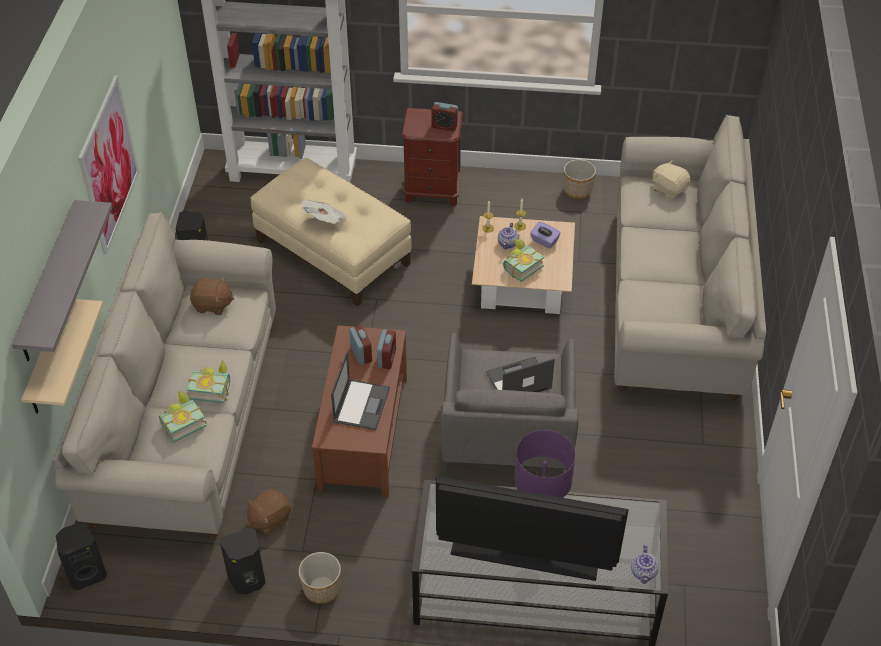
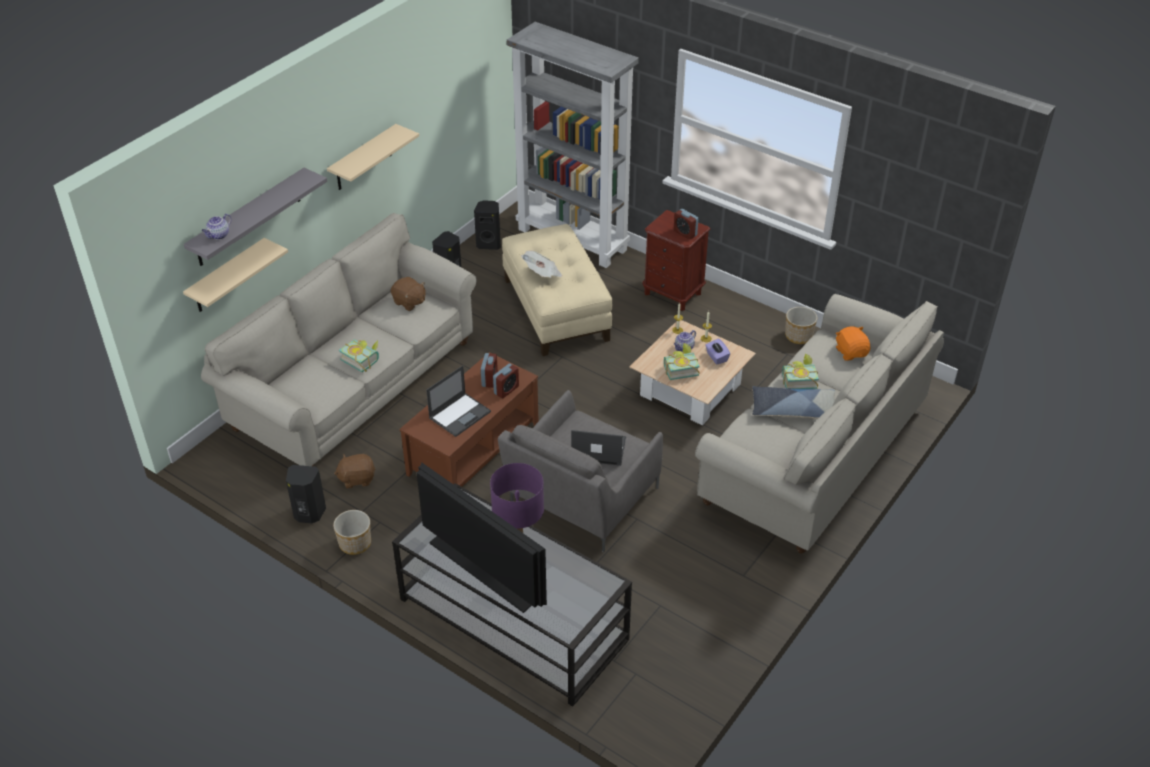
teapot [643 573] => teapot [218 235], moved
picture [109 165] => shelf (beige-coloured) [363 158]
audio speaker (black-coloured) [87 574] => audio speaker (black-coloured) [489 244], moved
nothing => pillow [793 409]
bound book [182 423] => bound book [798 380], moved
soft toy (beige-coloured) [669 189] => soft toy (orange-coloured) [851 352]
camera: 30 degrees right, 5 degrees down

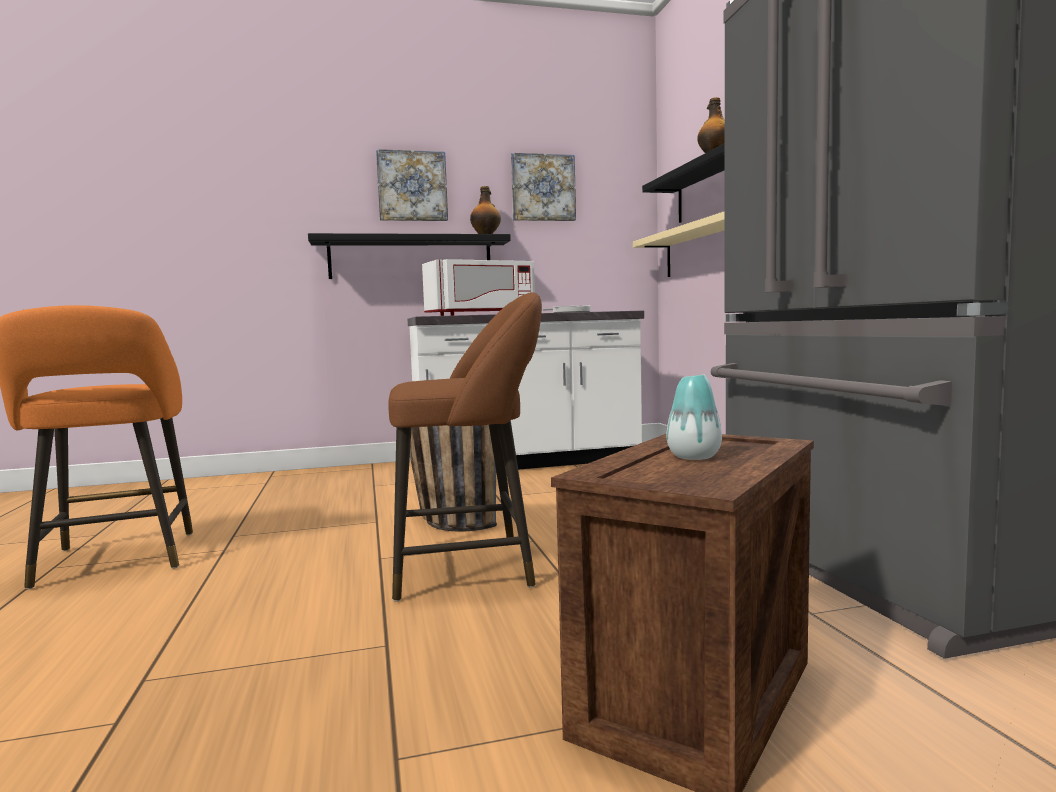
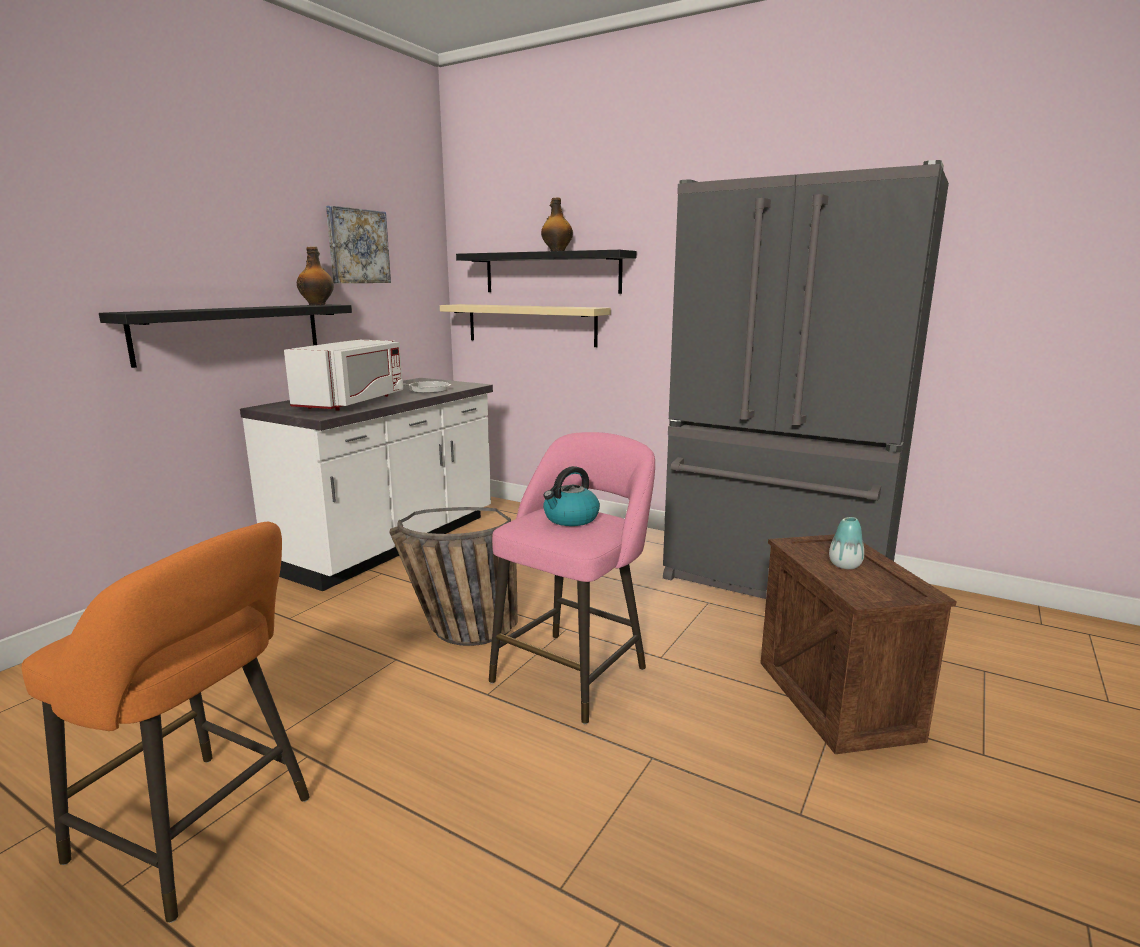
sitting stool (brown-coloured) [471 568] => sitting stool (pink) [574 671]
nothing => kettle [570 519]
picture [412 186] => nothing
camera: 45 degrees left, 10 degrees up

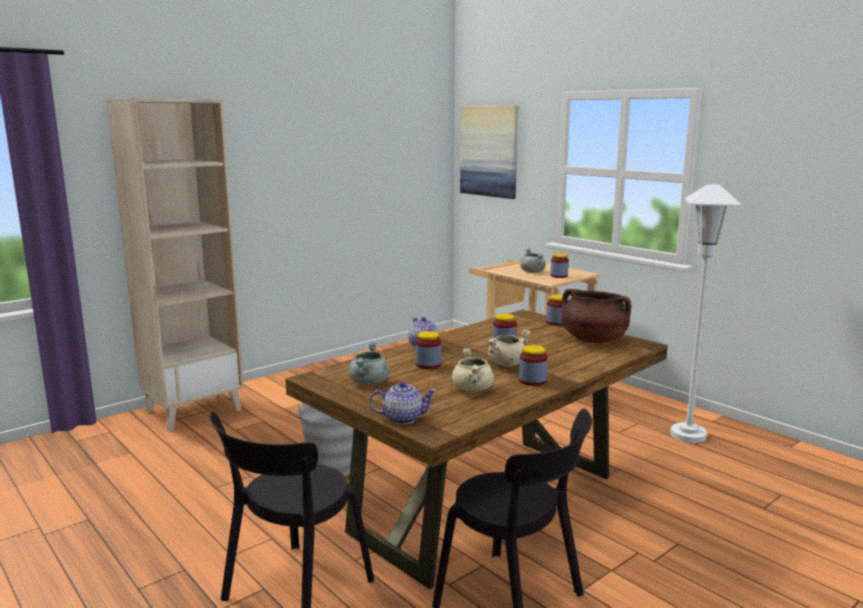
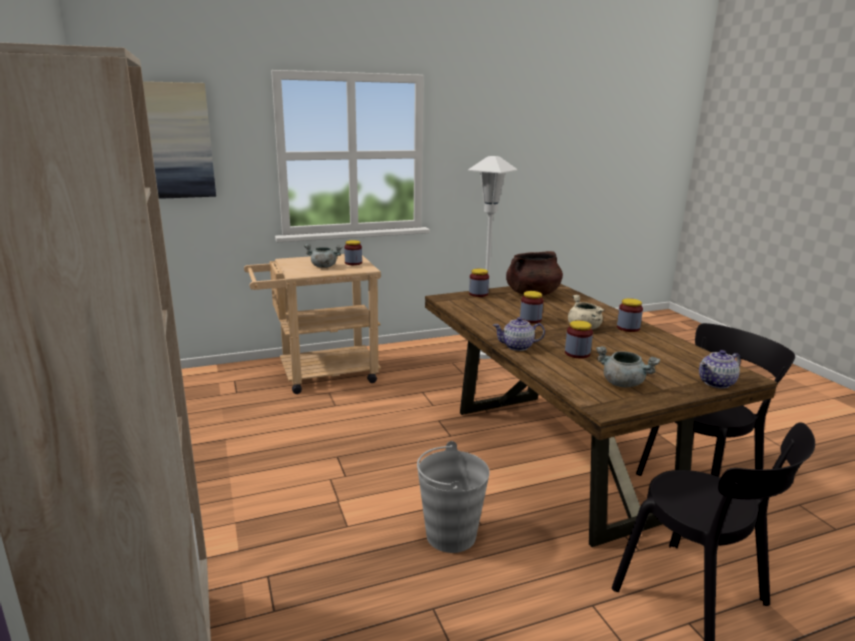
teapot [402 418] => teapot [717 383], 135 degrees counterclockwise
cooking pot (beige-coloured) [473 389] => nothing
camera: 70 degrees left, 5 degrees up

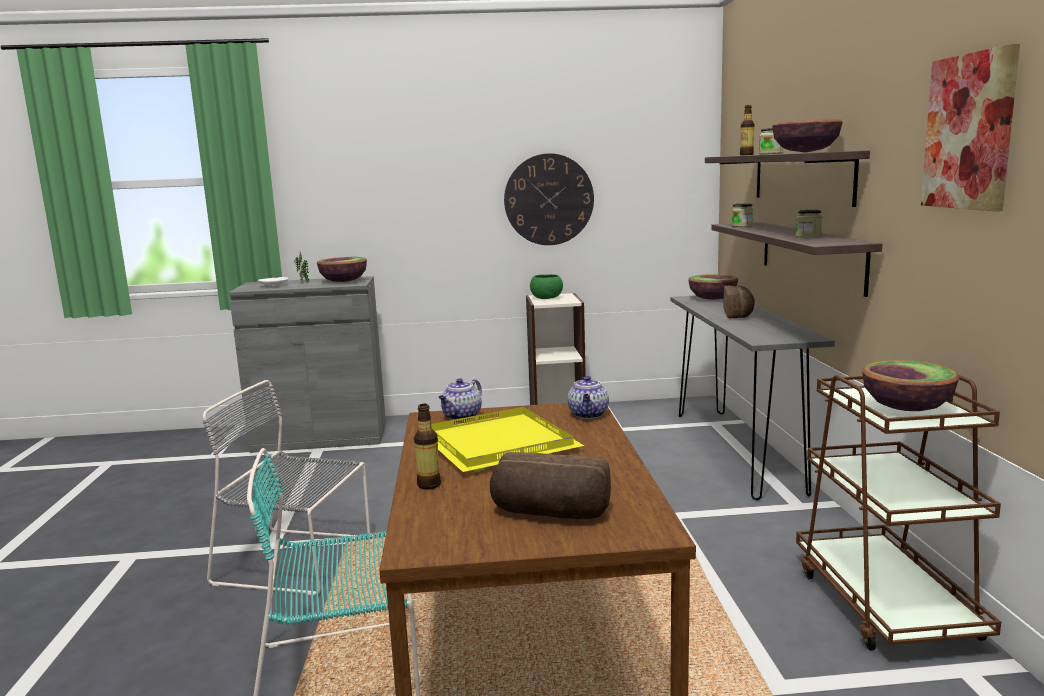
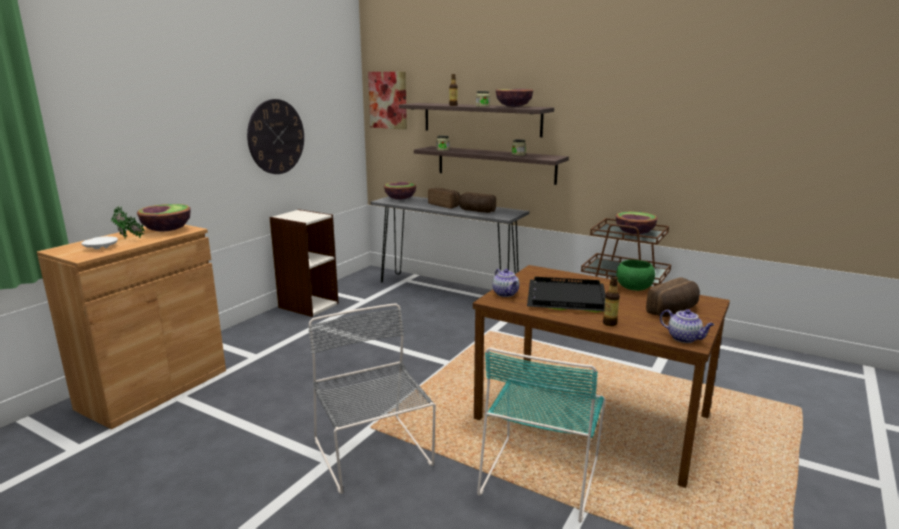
storage cabinet (gray) [320 437] => storage cabinet (brown-coloured) [154 389]
plain chair (gray) [298 560] => plain chair (gray) [373 455], 105 degrees clockwise
picture [969 132] => picture [388 100], moved
nothing => bread [476 211]
carrying tray (yellowish) [499 443] => carrying tray (black-coloured) [565 297]
deep dish (green) [546 298] => deep dish (green) [634 288], moved
teapot [588 415] => teapot [684 338], moved
camera: 55 degrees left, 5 degrees up

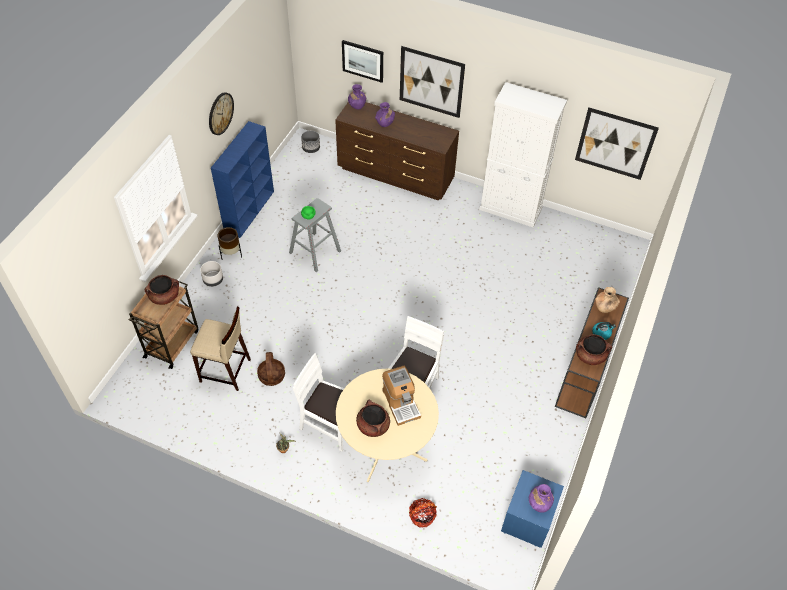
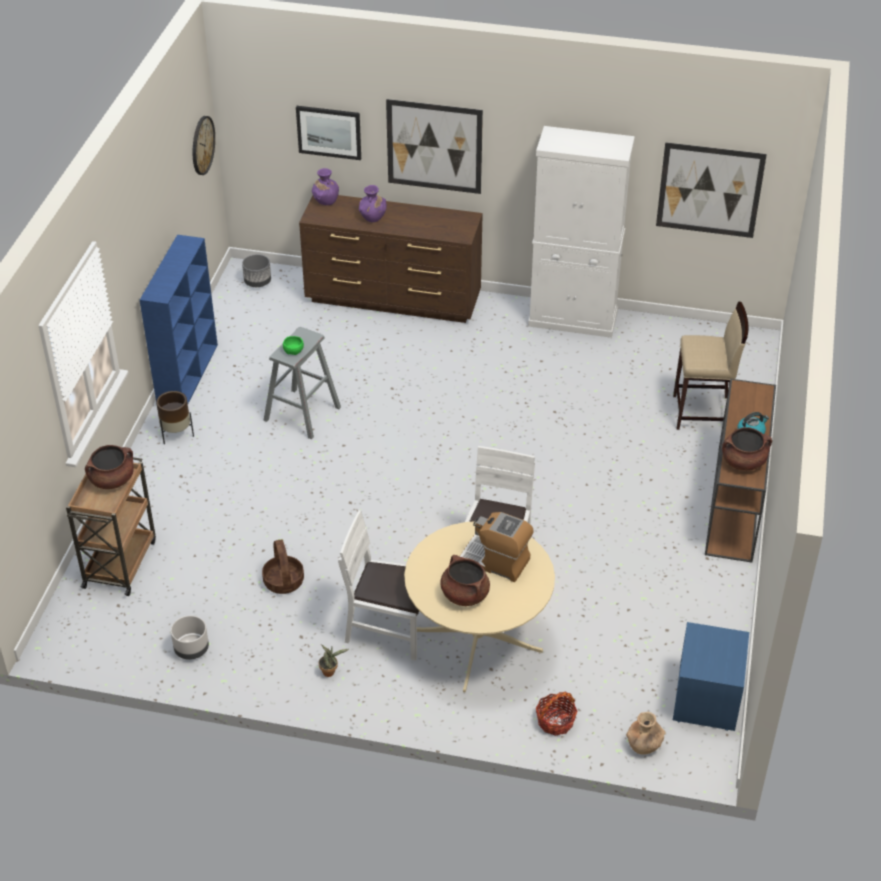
planter (gray) [213 280] => planter (gray) [191 649], moved
wall clock [220 113] => wall clock [202 145], moved
coffee maker [401 403] => coffee maker [496 561], 150 degrees clockwise
vase (brown-coloured) [604 307] => vase (brown-coloured) [643 745], moved
sitting stool (beige-coloured) [225 371] => sitting stool (beige-coloured) [703 413], moved
vase (purplish) [539 503] => nothing
camera: 10 degrees left, 10 degrees down

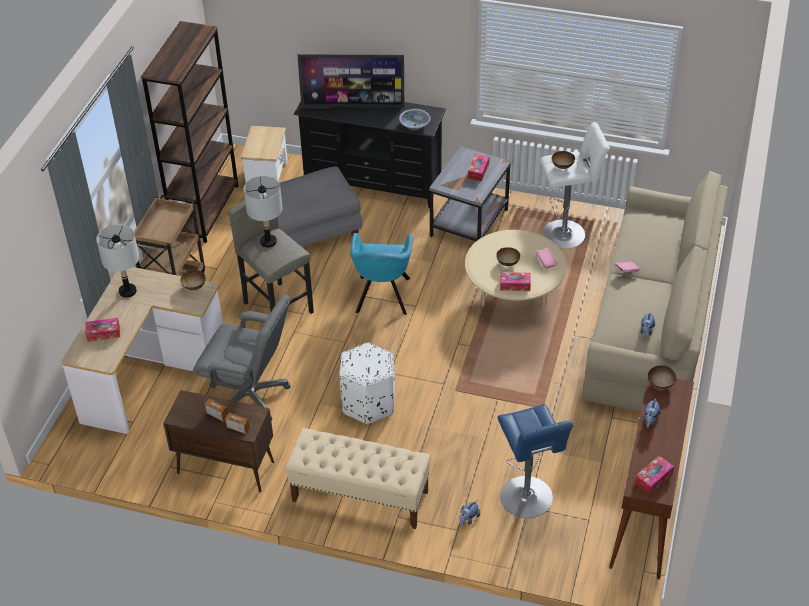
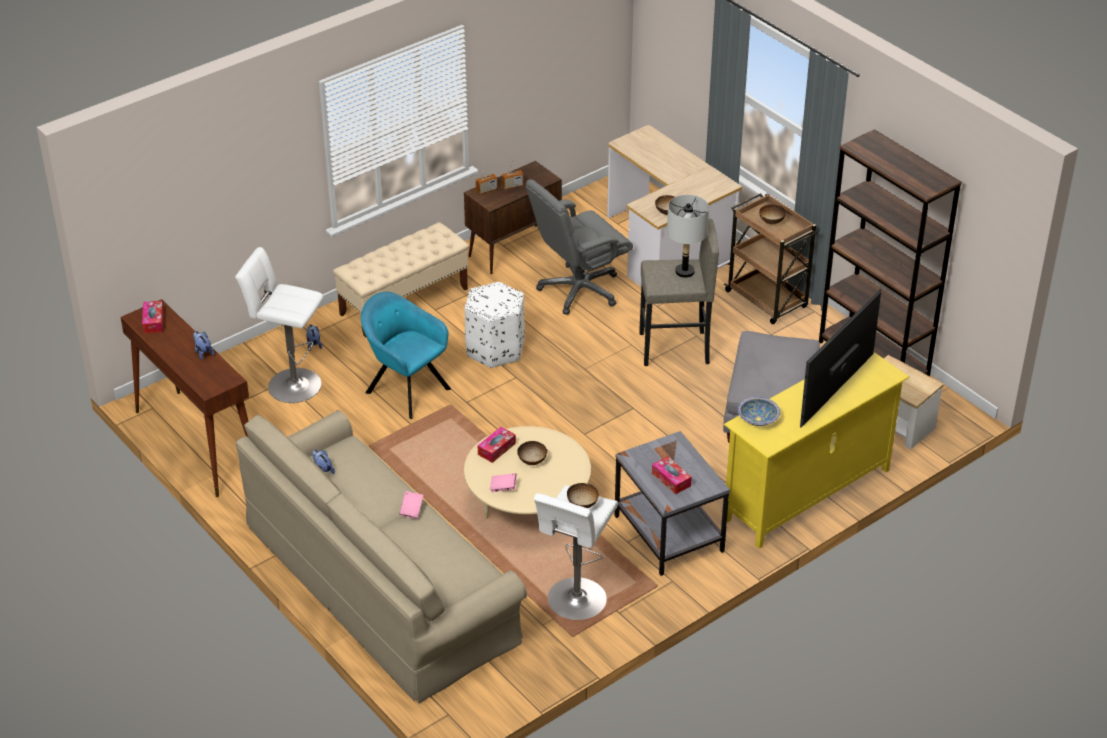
sitting stool (blue-coloured) [528 500] => sitting stool (white) [290 384]
easy chair (turquoise) [382 297] => easy chair (turquoise) [405 389], moved
tv stand (black-coloured) [373 185] => tv stand (yellowish) [807 495]
deep dish [660 384] => deep dish [771 221], moved
tissue holder [103 333] => nothing
table lamp (gray) [127 291] => nothing
camera: 125 degrees right, 5 degrees down

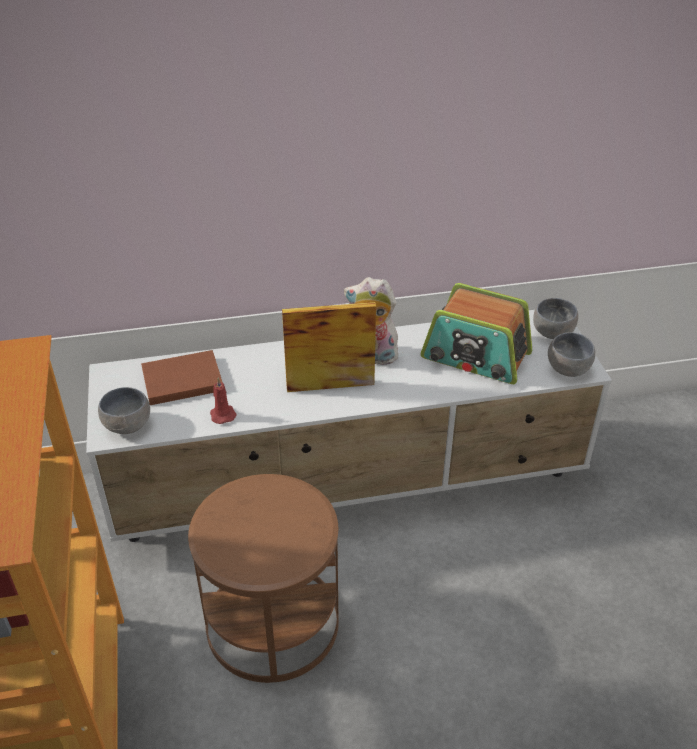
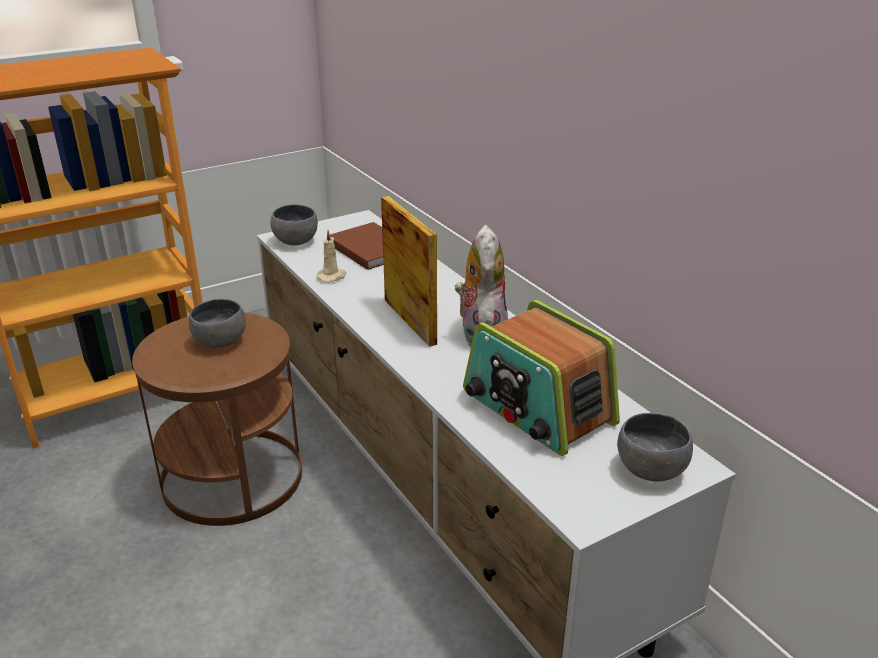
deep dish (gray) [569 370] => deep dish (gray) [218 343], moved
wax light (reddish) [222 414] => wax light (beige-coloured) [332 276]
radio receiver [475 356] => radio receiver [537 408], 45 degrees counterclockwise
camera: 70 degrees right, 10 degrees down

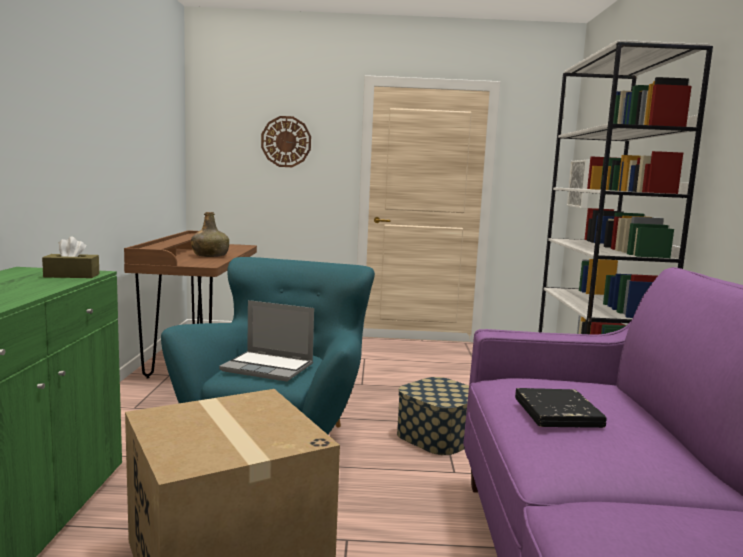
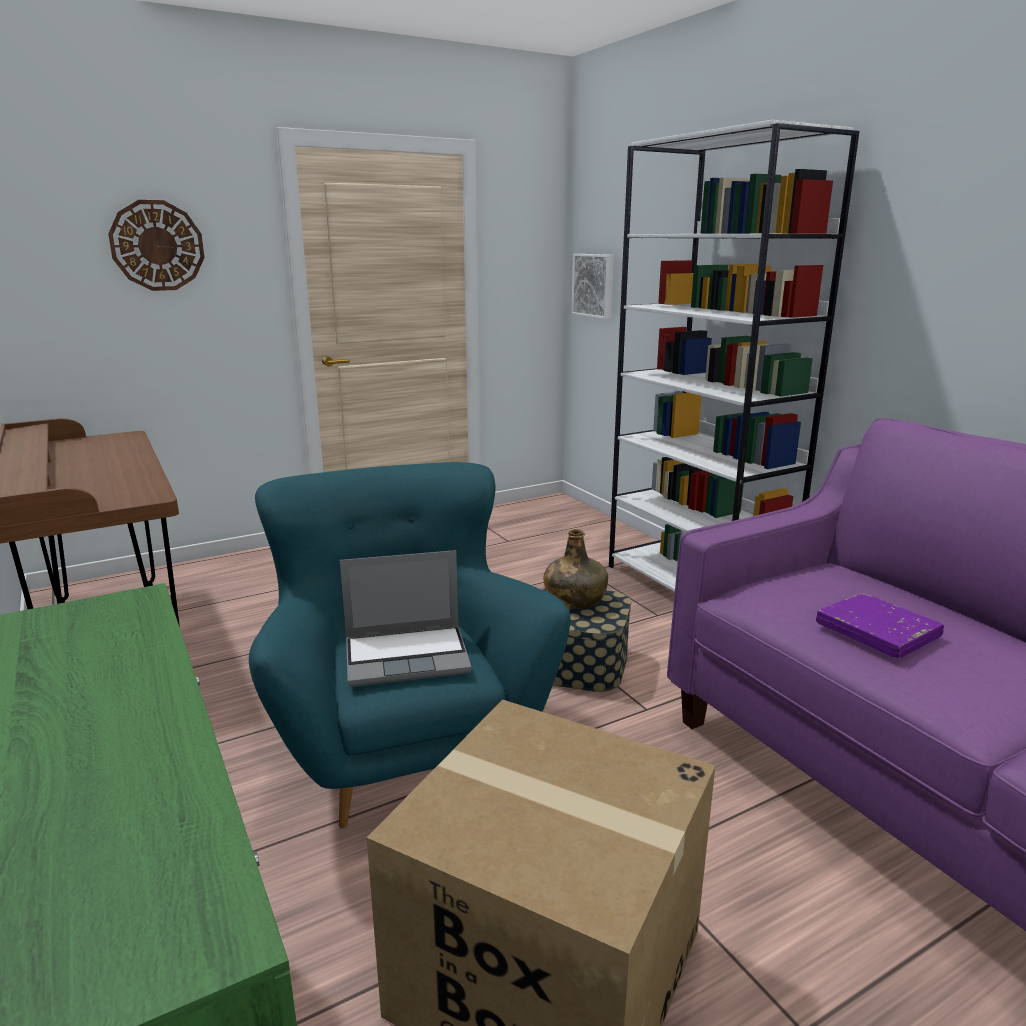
bottle (green) [210 255] => bottle (green) [574 600], moved
bound book (black-coloured) [557 414] => bound book (purplish) [877 631]
tissue holder (brown-coloured) [72 275] => nothing
camera: 30 degrees left, 10 degrees up

